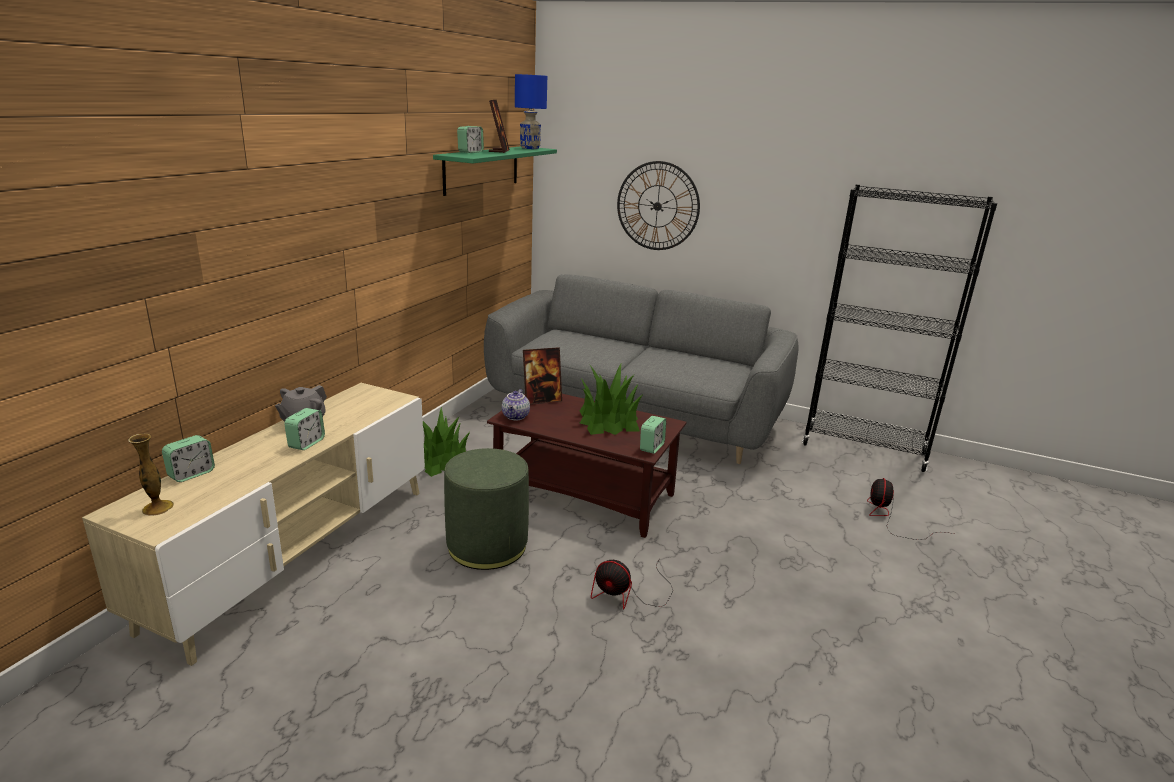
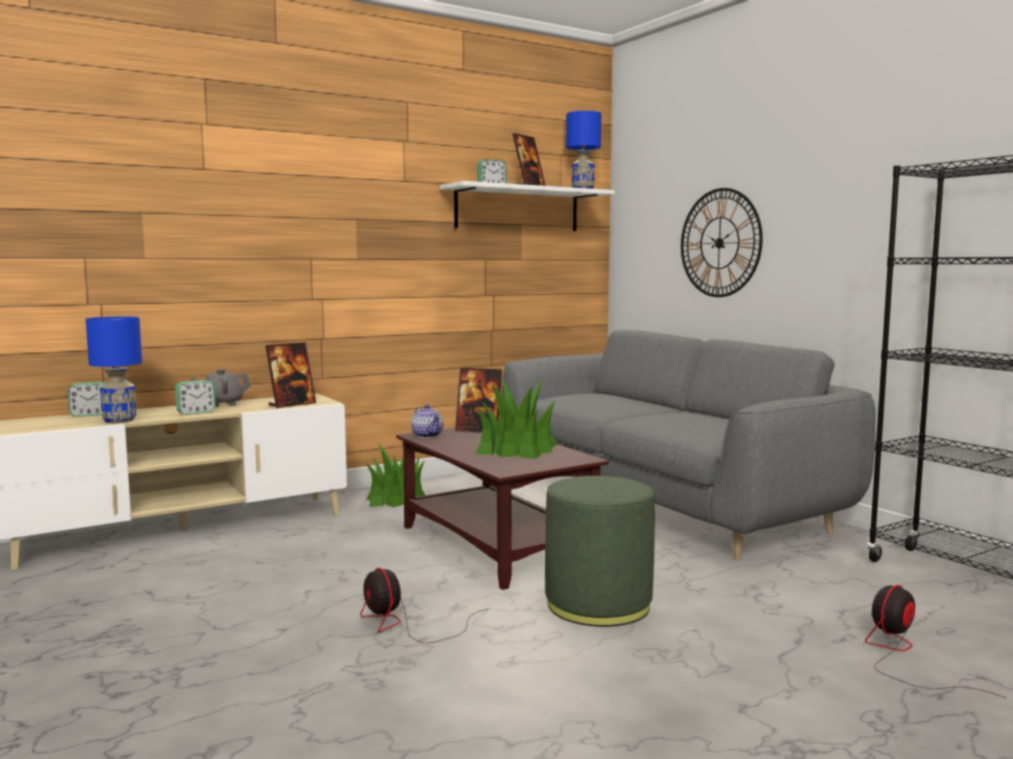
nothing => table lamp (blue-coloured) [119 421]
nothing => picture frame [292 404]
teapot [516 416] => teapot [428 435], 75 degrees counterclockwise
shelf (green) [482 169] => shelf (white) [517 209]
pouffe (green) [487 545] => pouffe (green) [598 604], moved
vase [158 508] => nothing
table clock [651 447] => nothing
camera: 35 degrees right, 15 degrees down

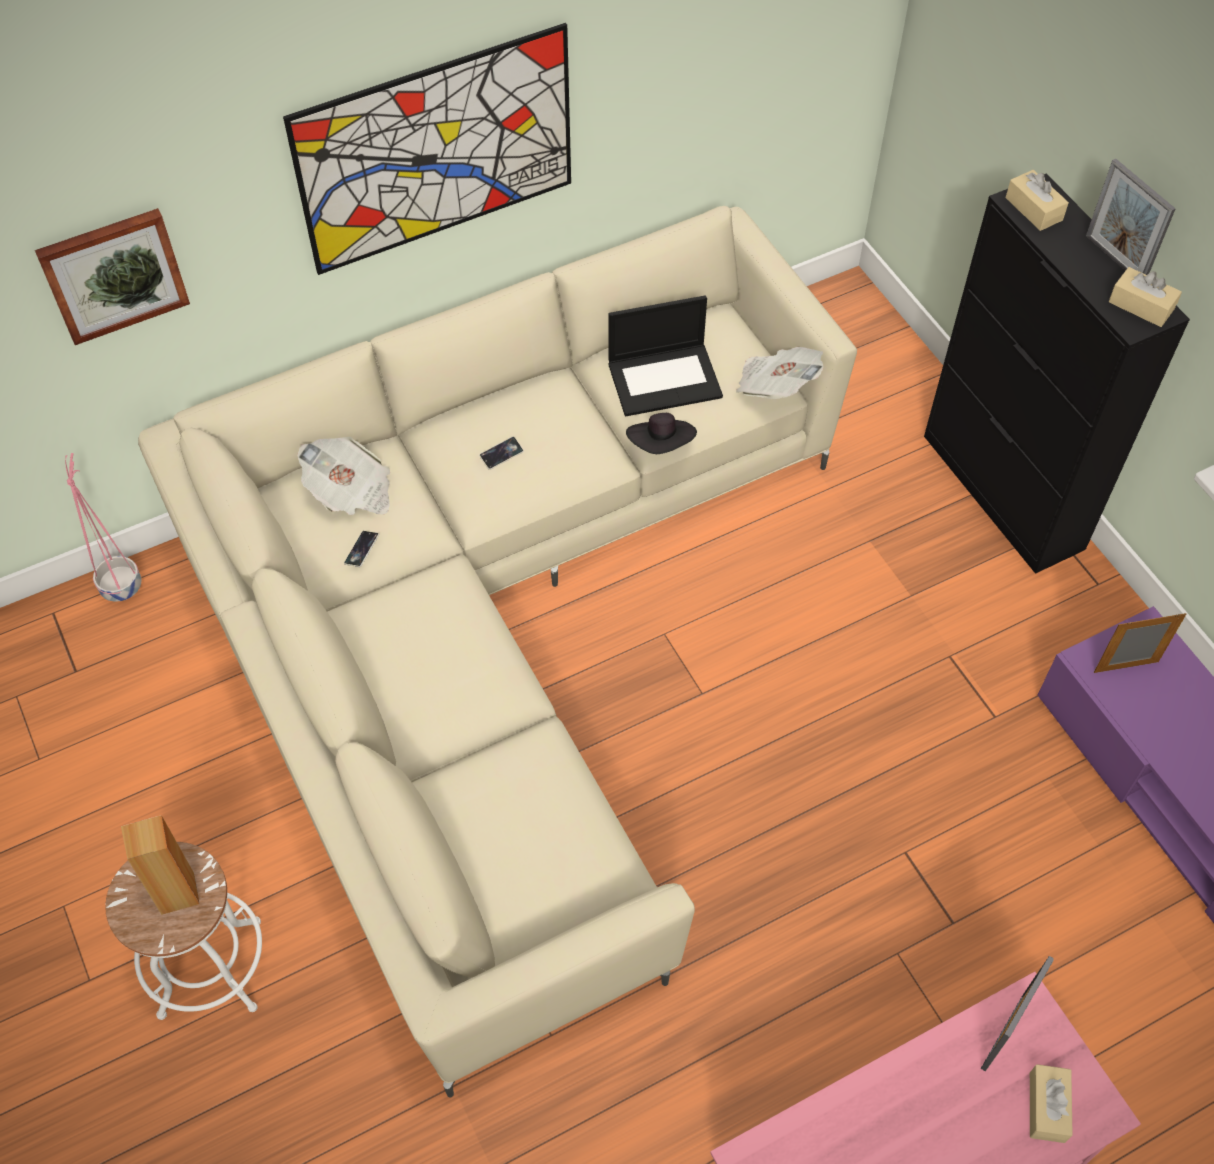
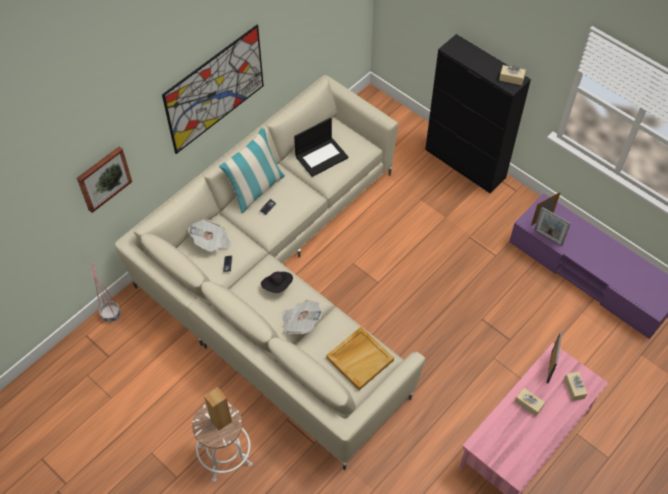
nothing => pillow [256 189]
hat (black-coloured) [661 445] => hat (black-coloured) [277 285], moved
daily paper [776 386] => daily paper [300 322], moved
nothing => carrying tray (beige-coloured) [360 358]
tissue holder (beige-coloured) [1033 209] => tissue holder (beige-coloured) [528 404], moved
picture frame [1115 259] => picture frame [548 237], moved
camera: 20 degrees left, 0 degrees up

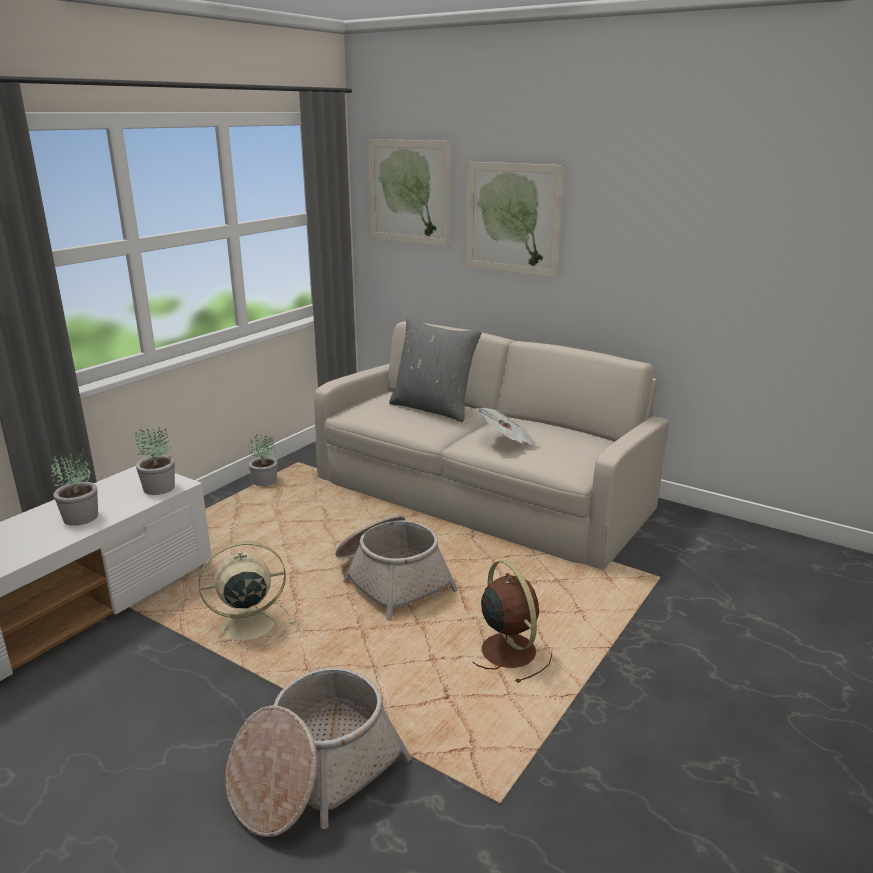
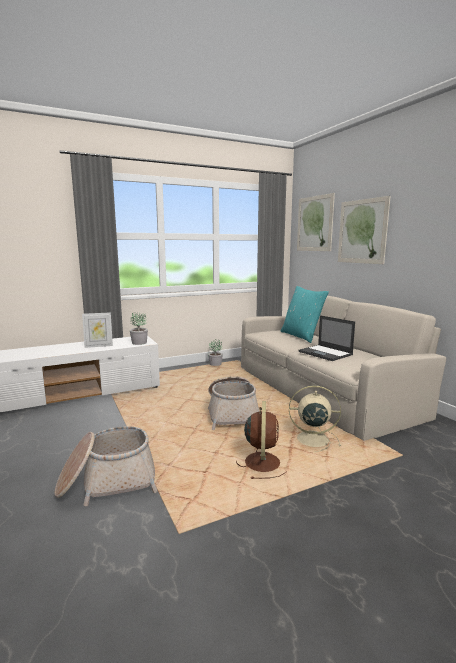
houseplant [81 517] => picture frame [99 346]
pillow (gray) [433 408] => pillow (turquoise) [301 336]
fan (beige-coloured) [245 626] => fan (beige-coloured) [311 439], moved
daily paper [507 442] => laptop [326 353]
camera: 30 degrees right, 10 degrees down

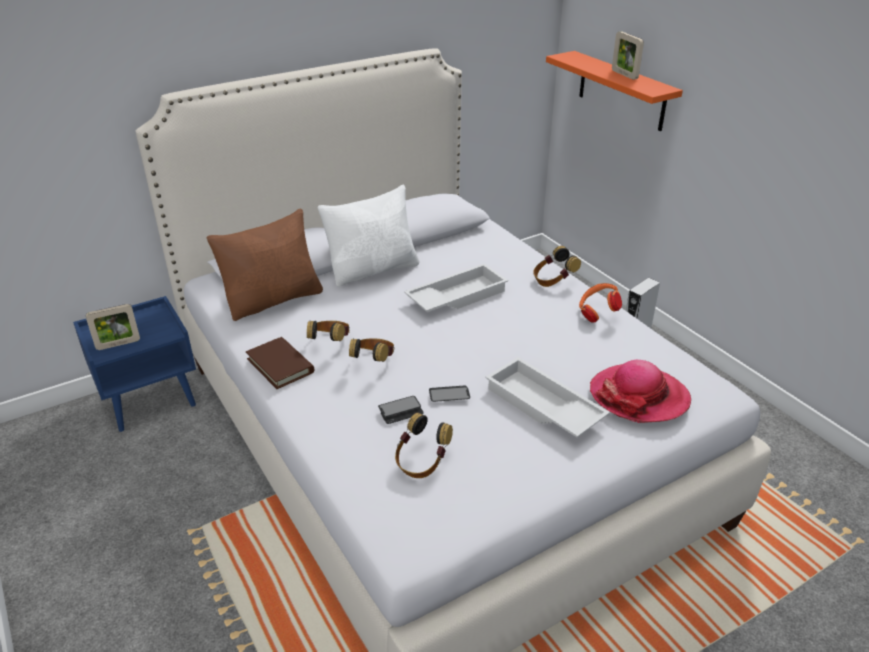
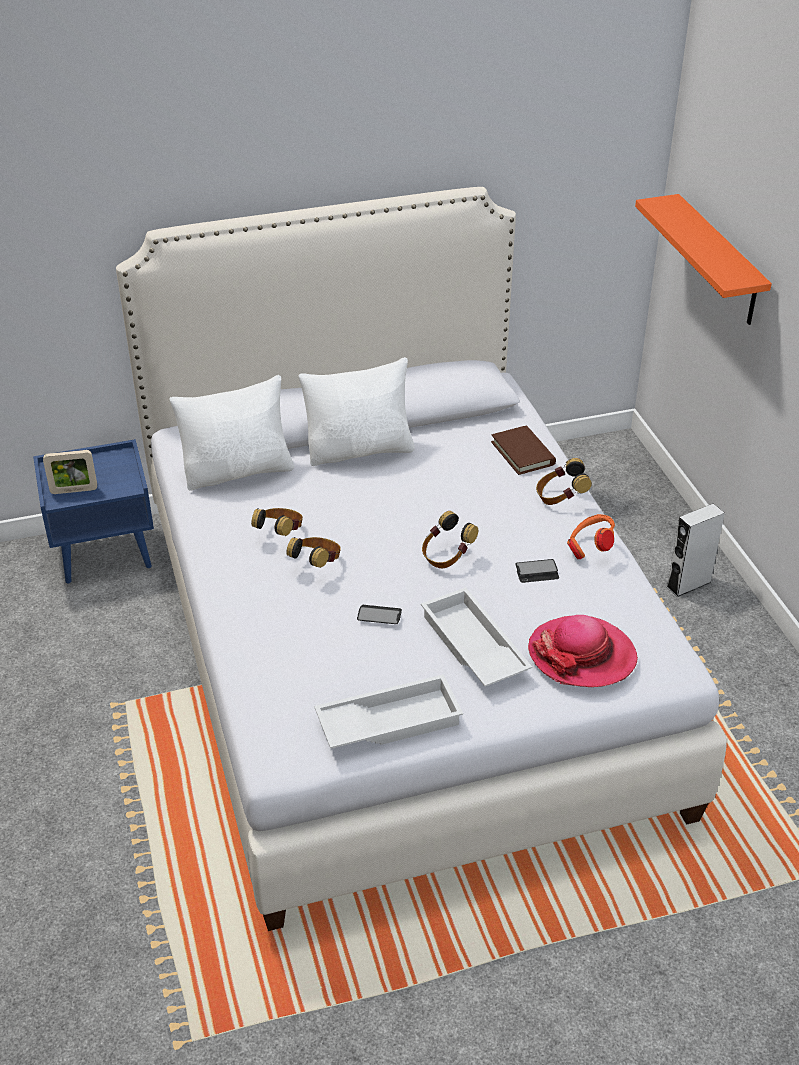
pillow (brown-coloured) [274 300] => pillow (white) [238 471]
carrying tray (white) [456 296] => carrying tray (white) [389 720], moved
pair of headphones [421 462] => pair of headphones [446 556], moved
bound book (brown-coloured) [280 365] => bound book (brown-coloured) [523 453], moved
telephone [400 411] => telephone [537 572], moved
picture frame [624 75] => nothing
camera: 15 degrees right, 5 degrees up

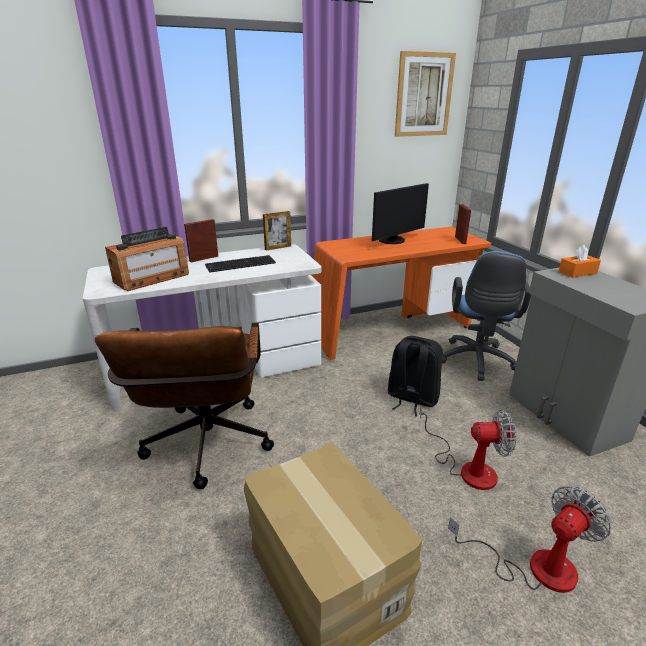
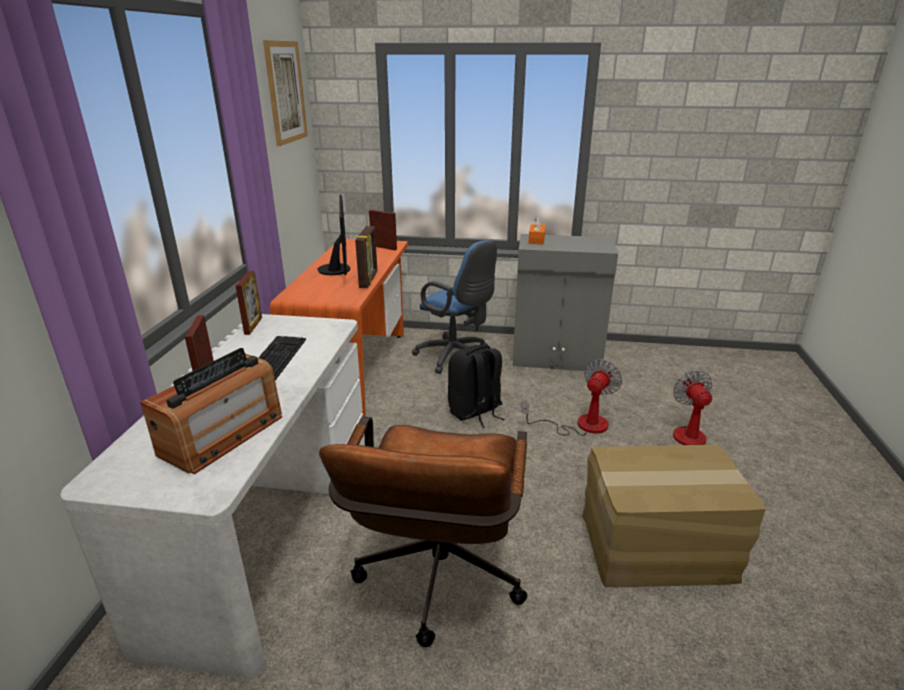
radio receiver [152 278] => radio receiver [222 435], 45 degrees clockwise
office chair (brown-coloured) [206 449] => office chair (brown-coloured) [437 583], 75 degrees clockwise
nothing => picture frame [369 280]
camera: 60 degrees left, 0 degrees up

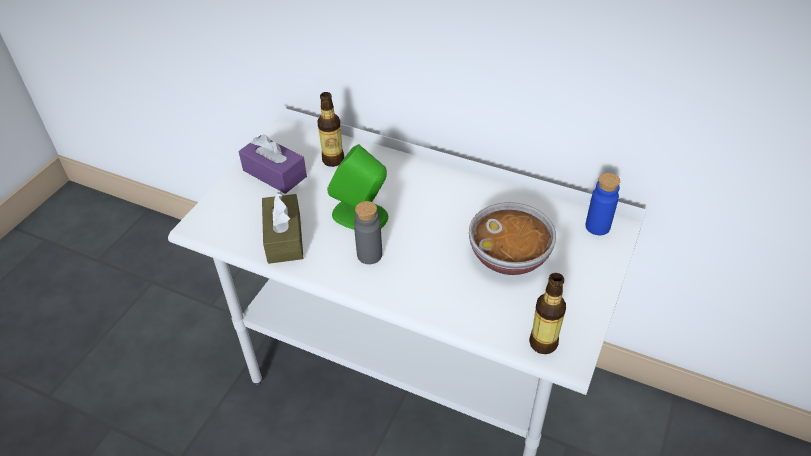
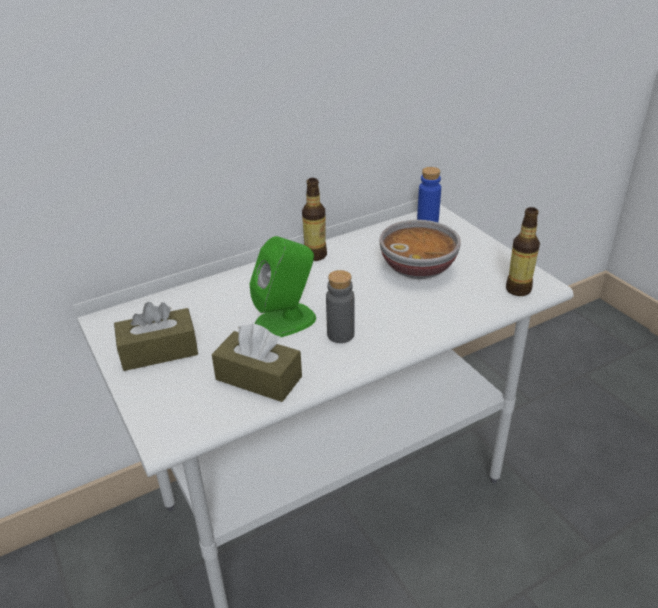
tissue holder (purplish) [274 173] => tissue holder (brown-coloured) [159 351]
bottle [333 160] => bottle [315 255], moved
camera: 55 degrees left, 10 degrees down

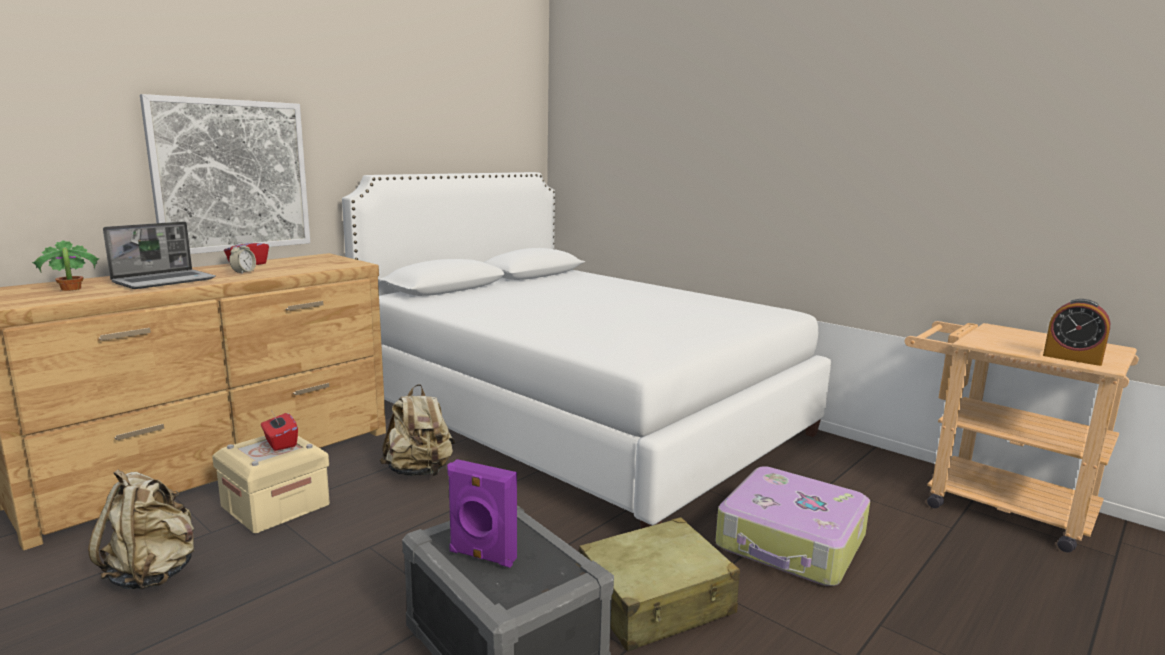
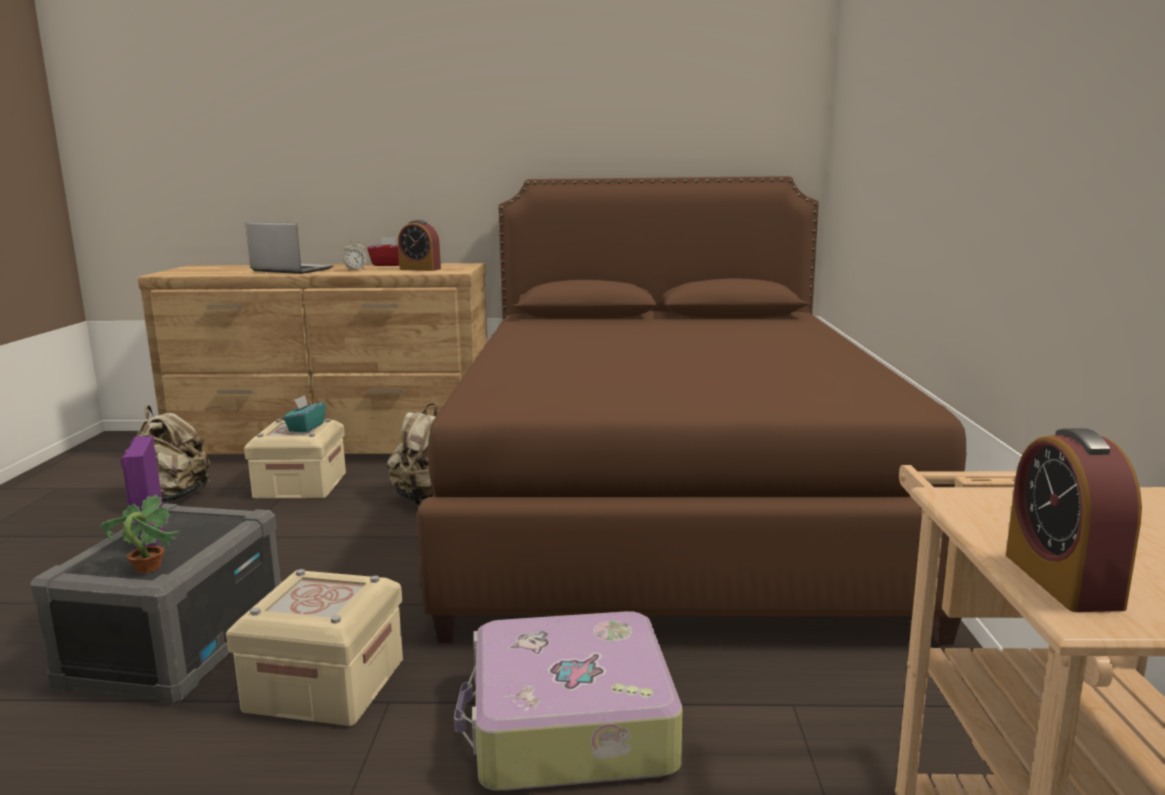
houseplant [70 289] => houseplant [147 568], moved
suitcase (beige-coloured) [656 601] => storage box (beige-coloured) [325 685]
laptop [165 281] => laptop [290 270], 150 degrees counterclockwise
tissue holder (reddish) [280 443] => tissue holder (turquoise) [306 427]
nothing => table clock [420 269]
bedroom bed (white) [580 419] => bedroom bed (brown-coloured) [667 508]
picture [232 176] => nothing
camera: 50 degrees right, 0 degrees up

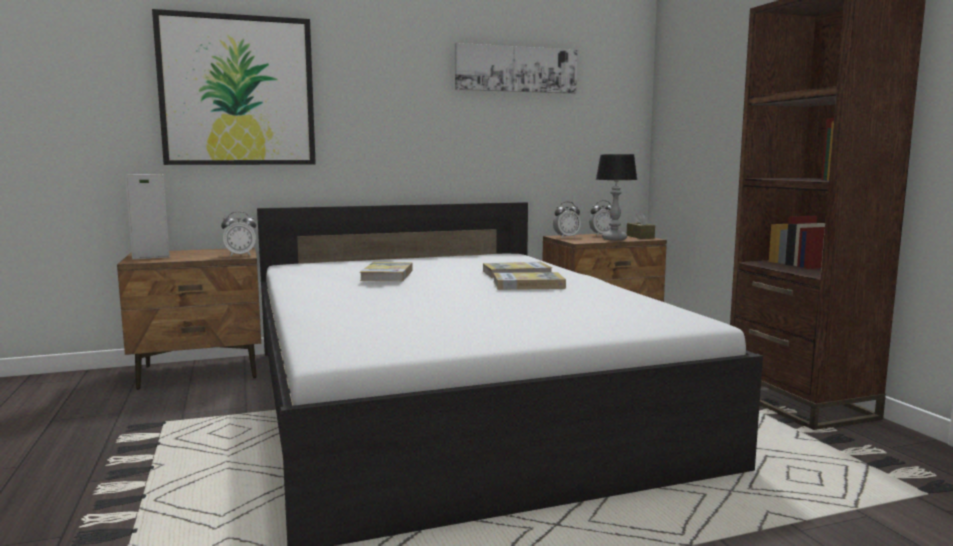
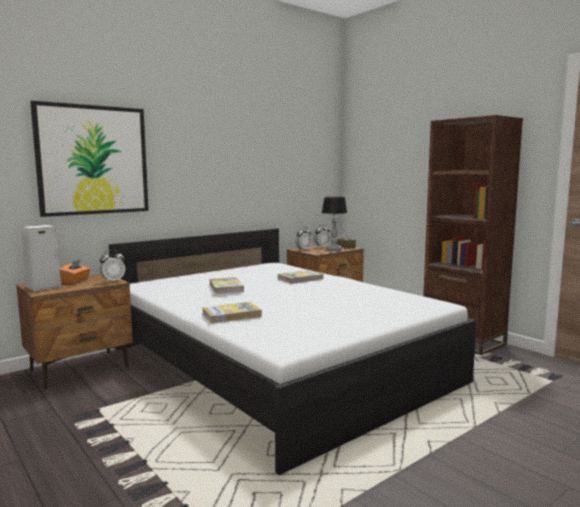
nothing => tissue holder (orange-coloured) [76 281]
bound book [528 285] => bound book [231 315], moved
picture [516 69] => nothing
camera: 20 degrees left, 0 degrees up

